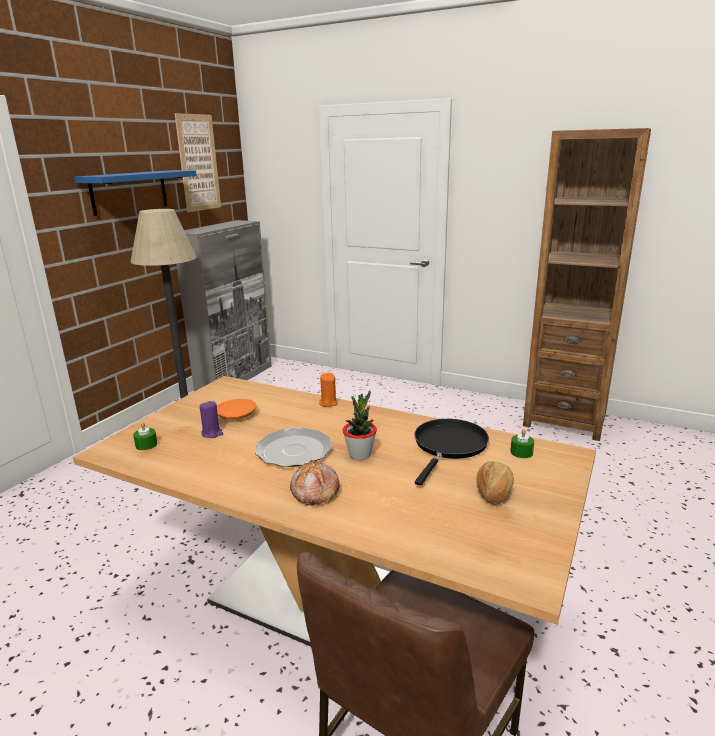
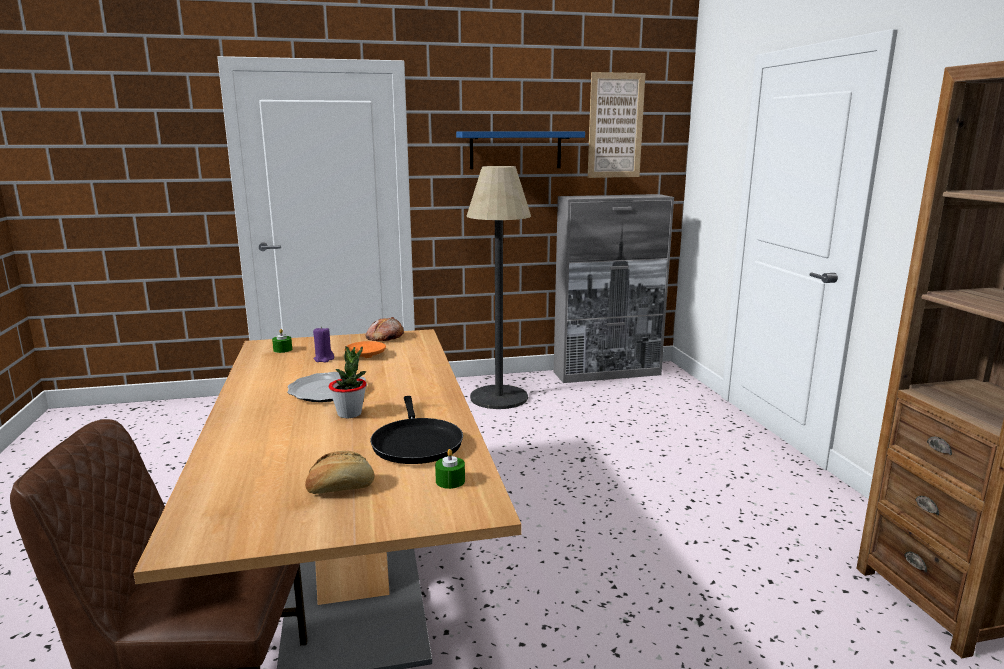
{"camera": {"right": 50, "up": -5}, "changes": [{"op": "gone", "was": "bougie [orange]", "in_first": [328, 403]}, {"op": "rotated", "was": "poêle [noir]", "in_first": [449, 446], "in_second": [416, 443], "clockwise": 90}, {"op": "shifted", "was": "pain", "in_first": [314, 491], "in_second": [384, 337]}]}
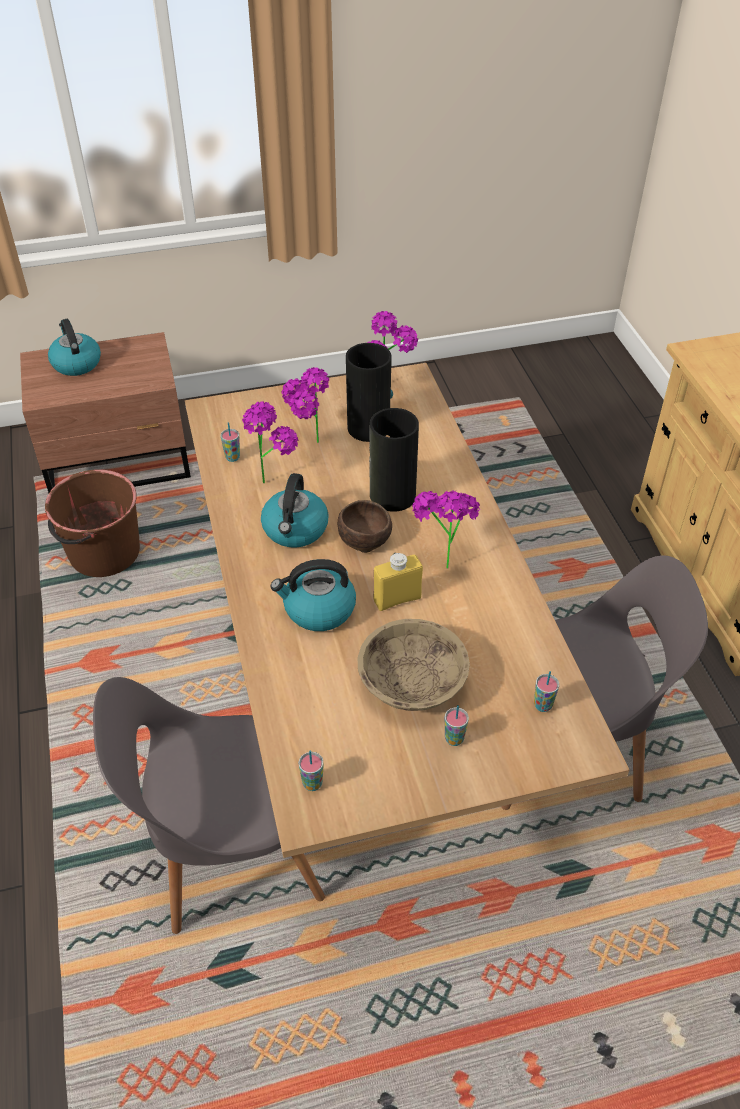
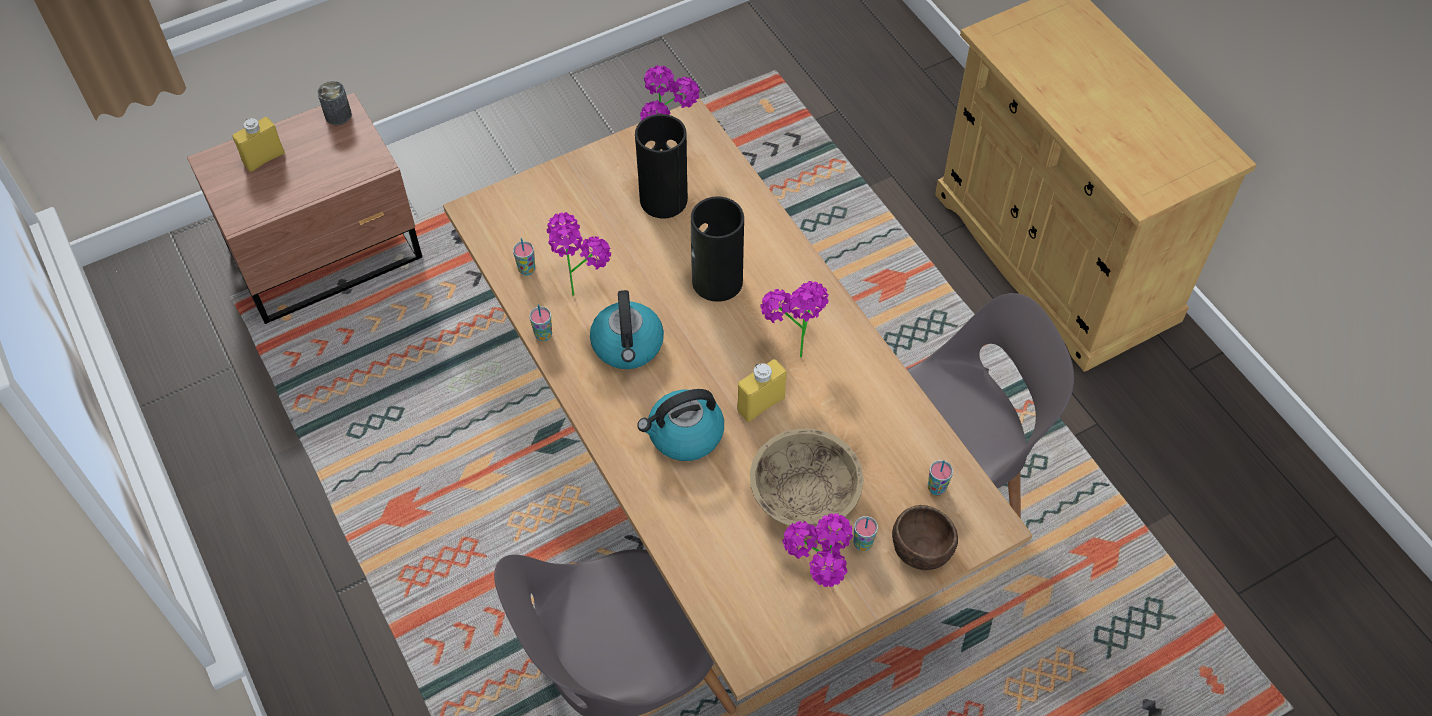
{"camera": {"right": -15, "up": 10}, "changes": [{"op": "swapped", "was": "bouilloire", "now": "bouteille [jaune]", "in_first": [76, 363], "in_second": [264, 159]}, {"op": "shifted", "was": "plante en pot", "in_first": [307, 446], "in_second": [816, 586]}, {"op": "gone", "was": "seau [marron]", "in_first": [103, 553]}, {"op": "shifted", "was": "bol [marron]", "in_first": [365, 537], "in_second": [921, 546]}, {"op": "shifted", "was": "tasse", "in_first": [312, 783], "in_second": [543, 335]}, {"op": "new", "now": "boîte métallique", "in_second": [338, 115]}]}
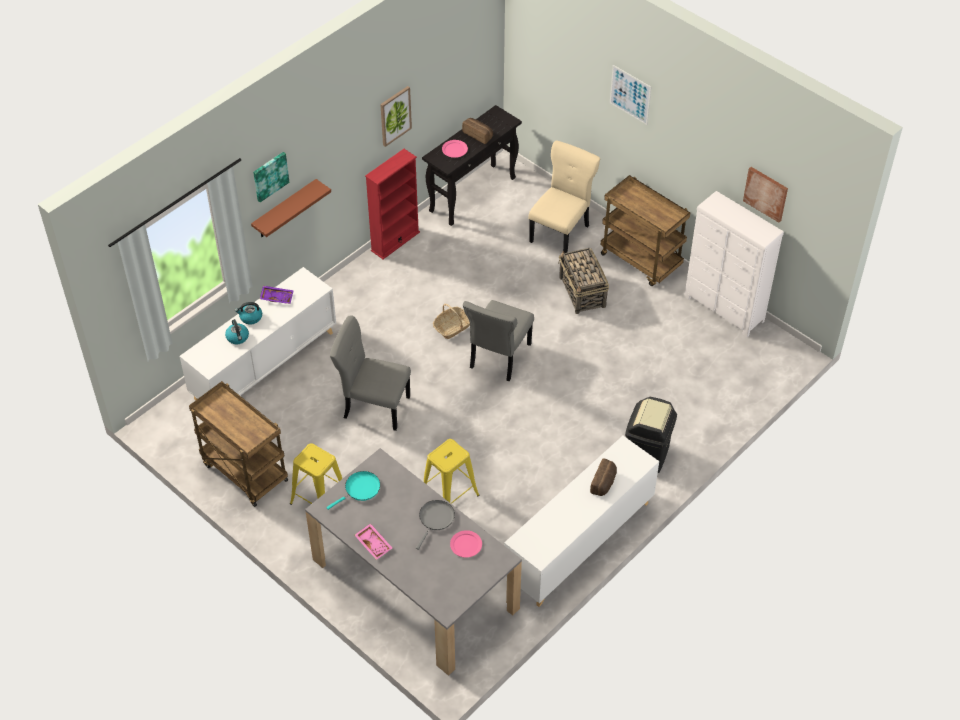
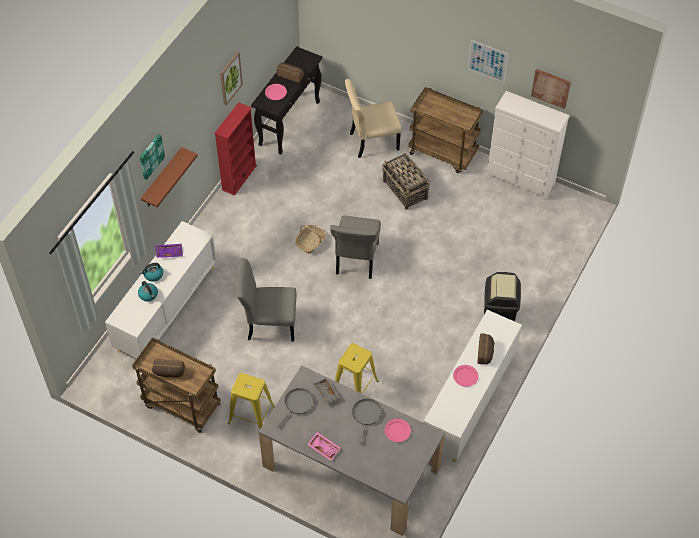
{"camera": {"right": -15, "up": 5}, "changes": [{"op": "shifted", "was": "tableau", "in_first": [630, 94], "in_second": [487, 61]}, {"op": "rotated", "was": "chaise [beige]", "in_first": [561, 232], "in_second": [372, 141], "clockwise": -120}, {"op": "repainted", "was": "poêle [turquoise]", "now": "poêle [gris]", "in_first": [360, 489], "in_second": [297, 404]}, {"op": "new", "now": "pain", "in_second": [169, 373]}, {"op": "new", "now": "assiette [rose]", "in_second": [465, 376]}, {"op": "new", "now": "plateau [gris]", "in_second": [325, 393]}]}
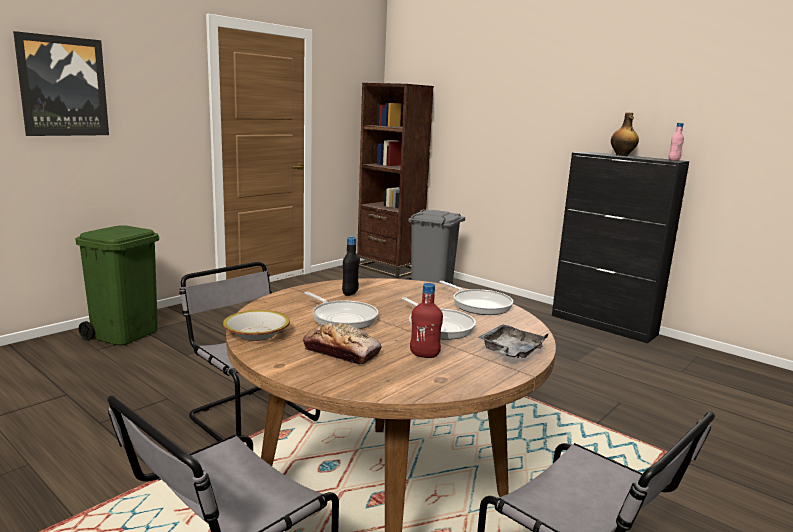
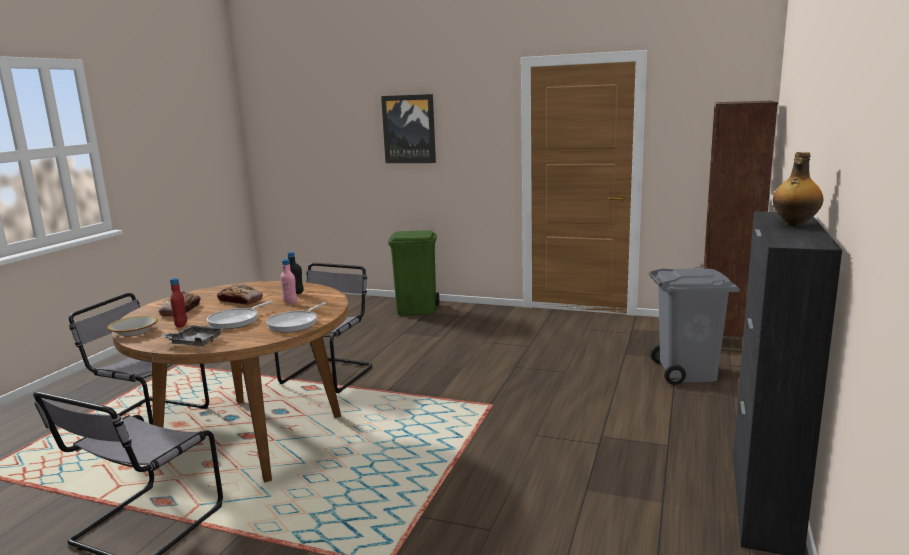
{"camera": {"right": 70, "up": 0}, "changes": [{"op": "shifted", "was": "bouteille [rose]", "in_first": [673, 160], "in_second": [290, 302]}, {"op": "swapped", "was": "poêle", "now": "pain", "in_first": [342, 318], "in_second": [240, 300]}, {"op": "shifted", "was": "bol", "in_first": [257, 334], "in_second": [134, 332]}]}
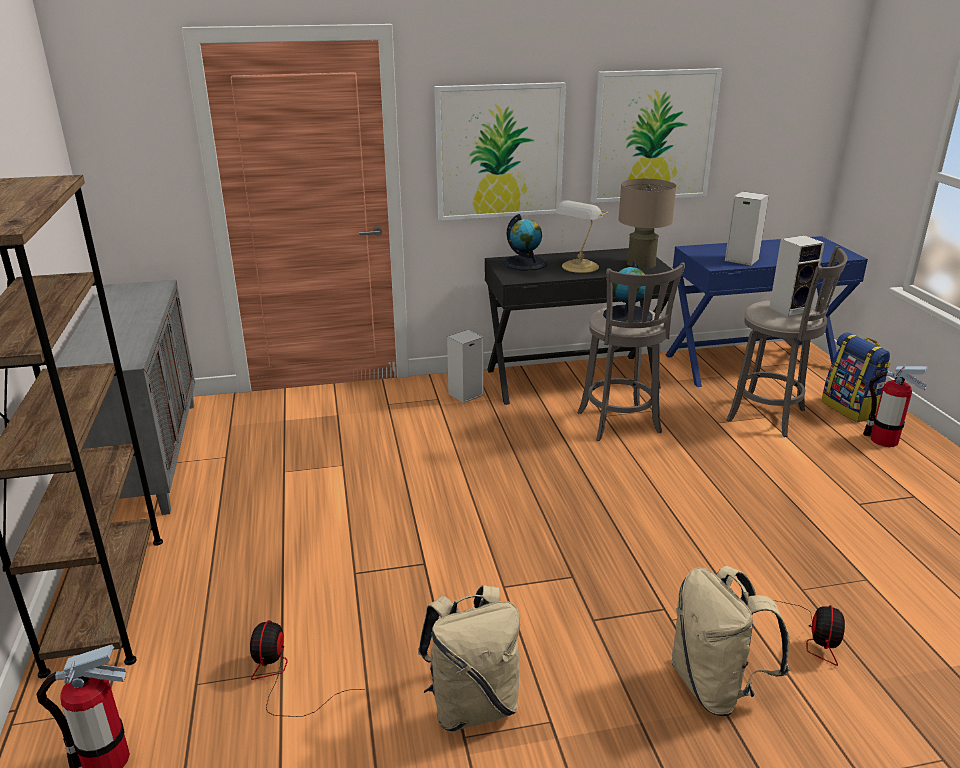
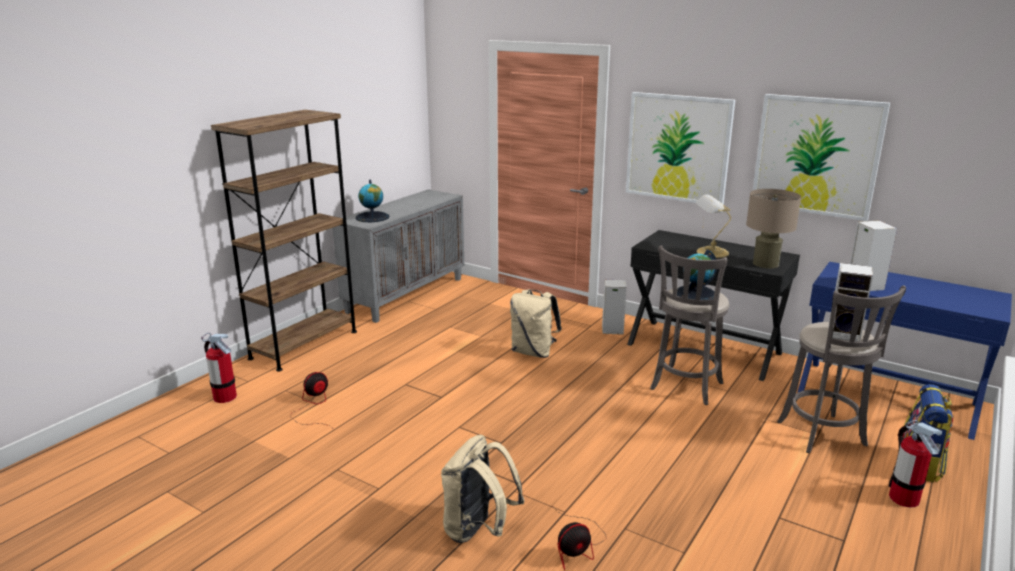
{"camera": {"right": 45, "up": -5}, "changes": [{"op": "shifted", "was": "globe", "in_first": [525, 263], "in_second": [372, 217]}, {"op": "shifted", "was": "sac à dos [beige]", "in_first": [472, 705], "in_second": [533, 352]}]}
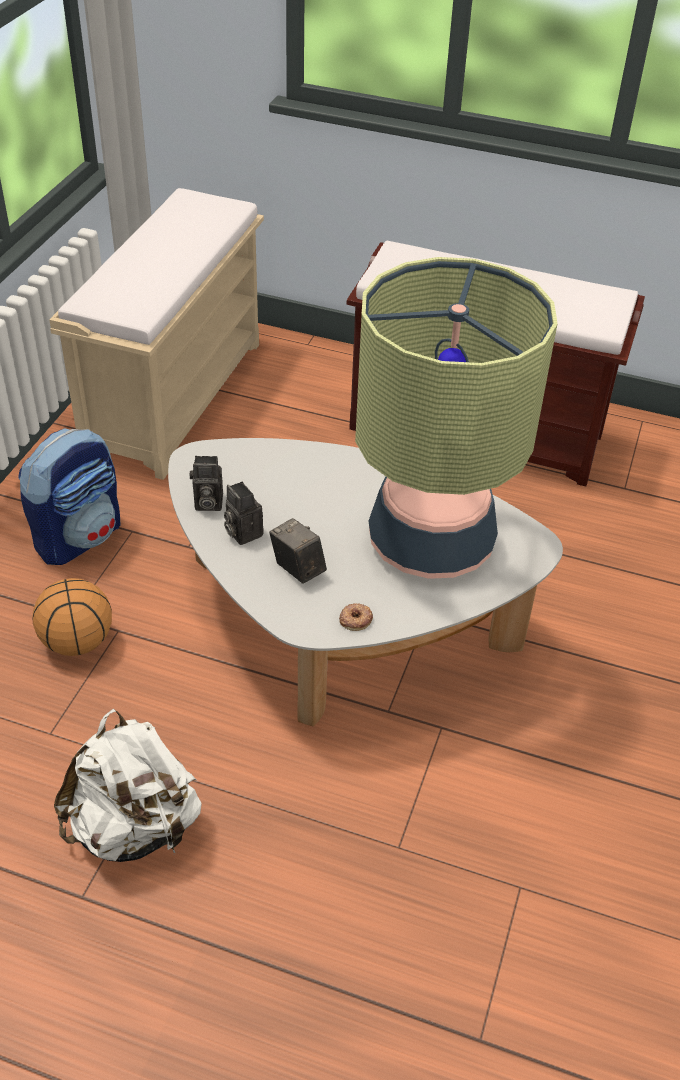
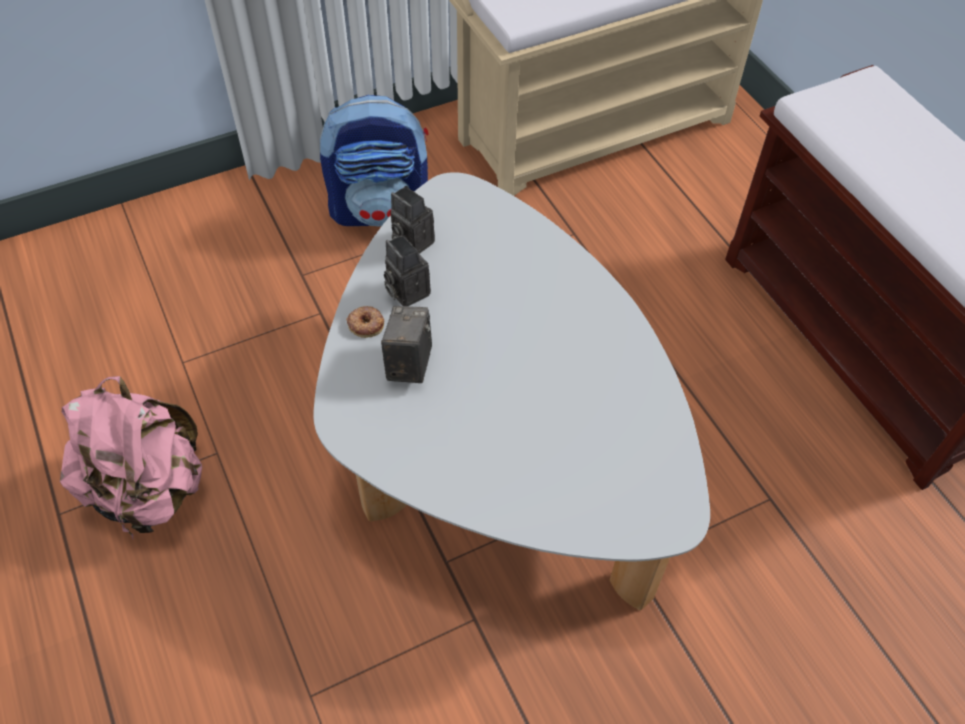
{"camera": {"right": 45, "up": 10}, "changes": [{"op": "gone", "was": "lampe de table", "in_first": [430, 542]}, {"op": "rotated", "was": "appareil photo", "in_first": [242, 532], "in_second": [405, 291], "clockwise": -45}, {"op": "gone", "was": "ballon de basket", "in_first": [78, 641]}, {"op": "shifted", "was": "beignet", "in_first": [355, 619], "in_second": [366, 324]}, {"op": "repainted", "was": "sac à dos [blanc]", "now": "sac à dos [rose]", "in_first": [134, 828], "in_second": [149, 490]}]}
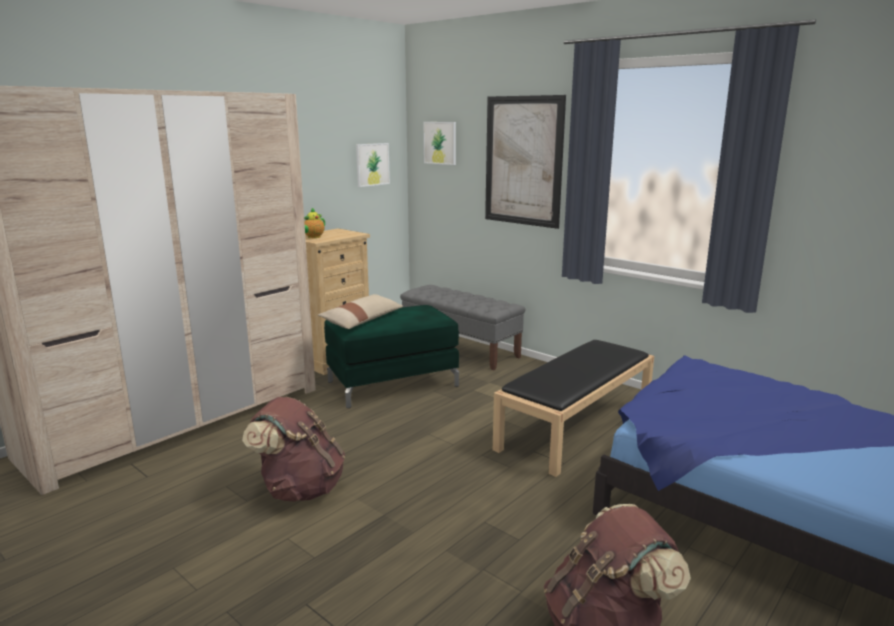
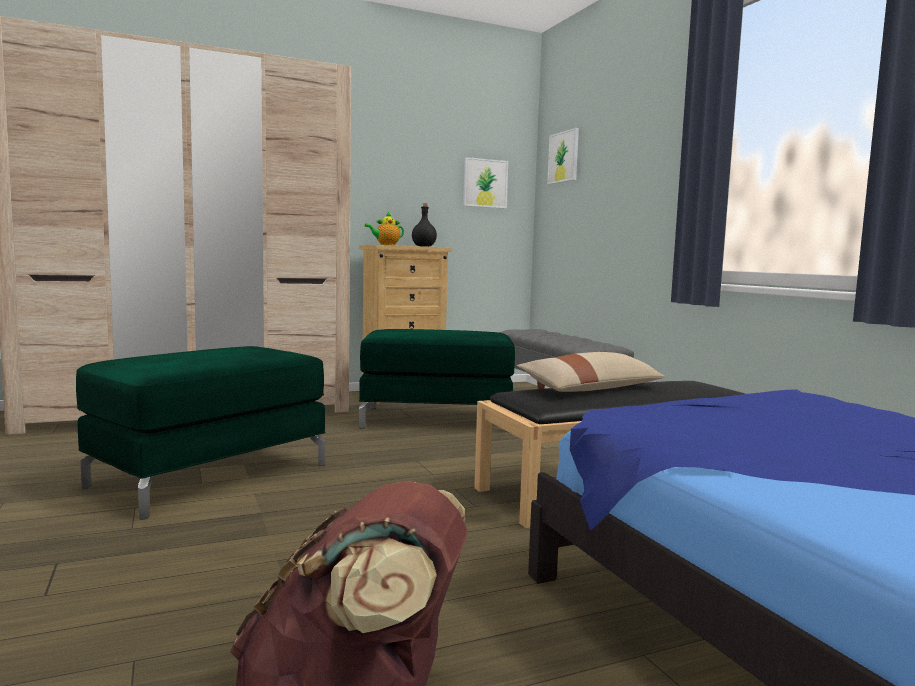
{"camera": {"right": 25, "up": -10}, "changes": [{"op": "gone", "was": "tableau", "in_first": [523, 161]}, {"op": "shifted", "was": "coussin [beige]", "in_first": [362, 320], "in_second": [590, 388]}, {"op": "swapped", "was": "sac à dos [marron]", "now": "pouf [vert]", "in_first": [299, 489], "in_second": [211, 474]}, {"op": "new", "now": "bouteille [noir]", "in_second": [424, 246]}]}
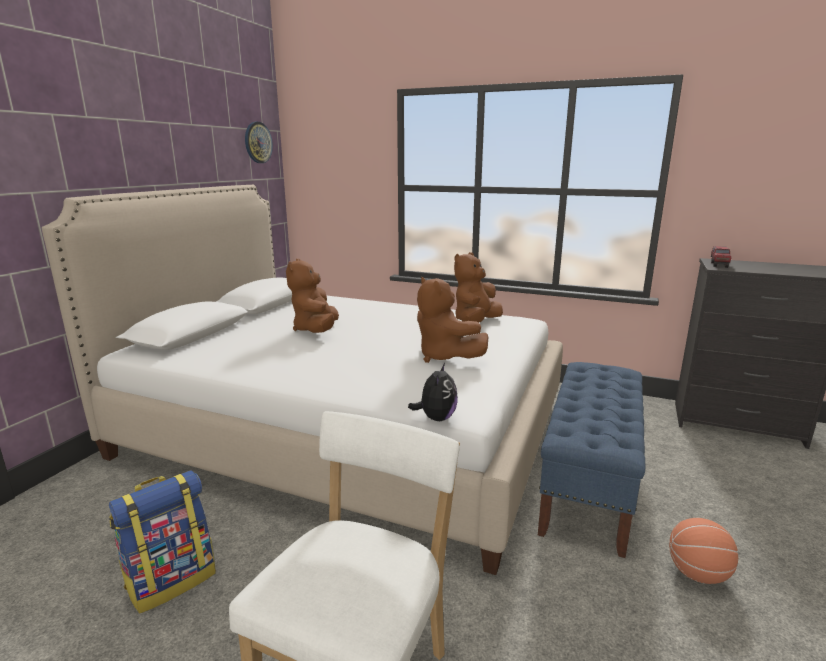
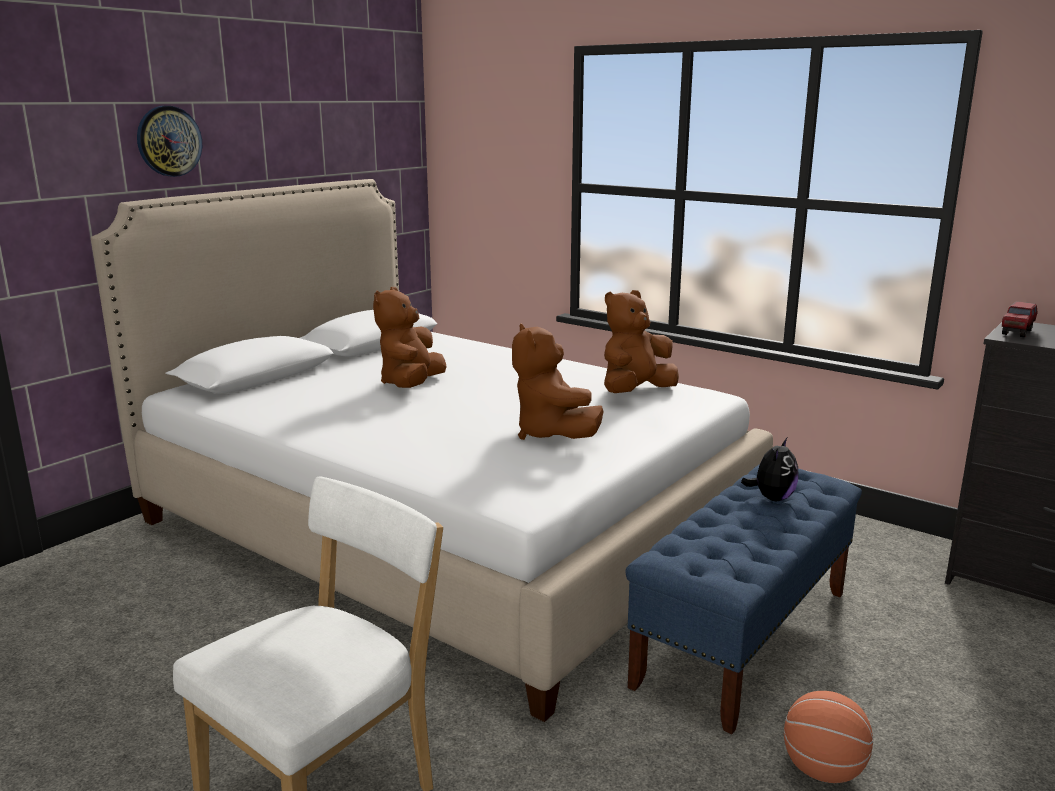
{"camera": {"right": 15, "up": 0}, "changes": [{"op": "shifted", "was": "horloge murale", "in_first": [258, 142], "in_second": [169, 141]}, {"op": "shifted", "was": "peluche", "in_first": [436, 418], "in_second": [772, 498]}, {"op": "gone", "was": "sac à dos", "in_first": [172, 579]}]}
